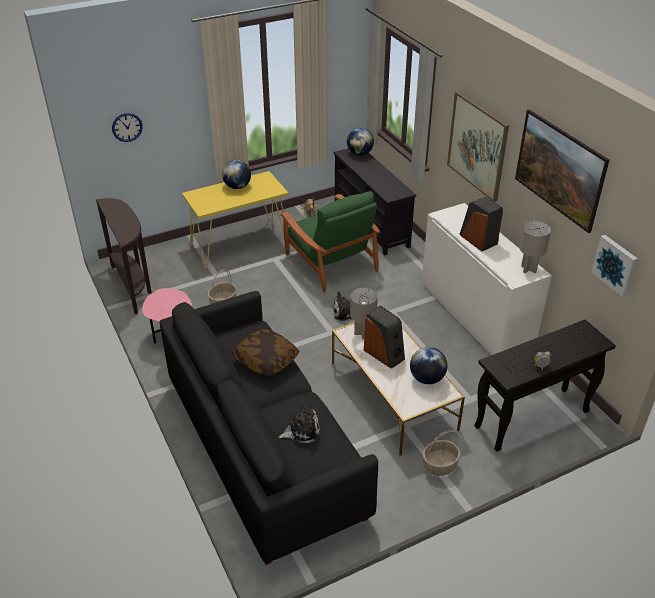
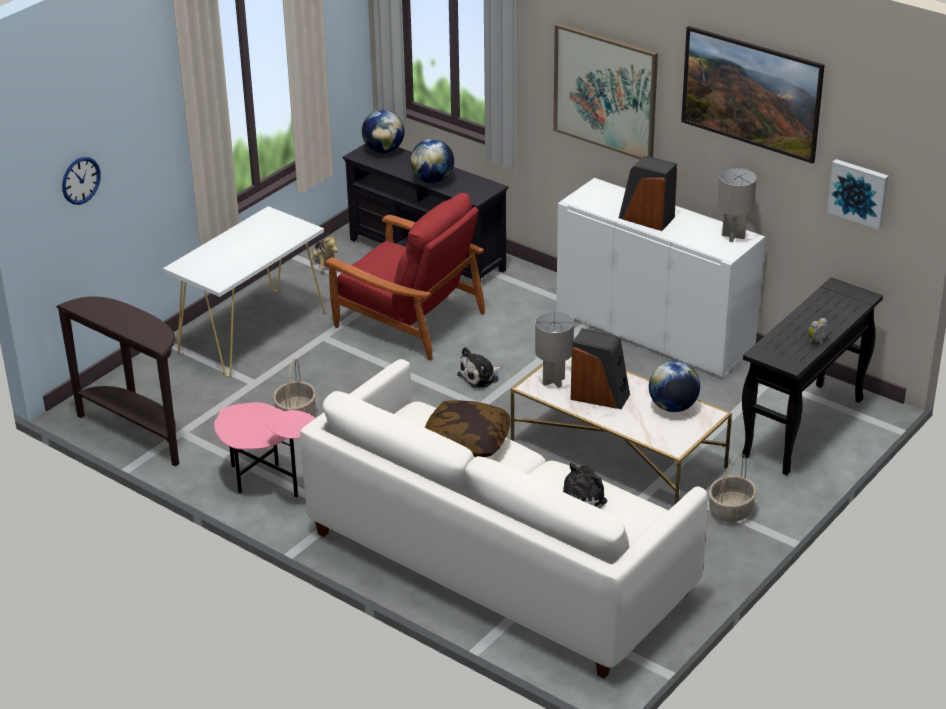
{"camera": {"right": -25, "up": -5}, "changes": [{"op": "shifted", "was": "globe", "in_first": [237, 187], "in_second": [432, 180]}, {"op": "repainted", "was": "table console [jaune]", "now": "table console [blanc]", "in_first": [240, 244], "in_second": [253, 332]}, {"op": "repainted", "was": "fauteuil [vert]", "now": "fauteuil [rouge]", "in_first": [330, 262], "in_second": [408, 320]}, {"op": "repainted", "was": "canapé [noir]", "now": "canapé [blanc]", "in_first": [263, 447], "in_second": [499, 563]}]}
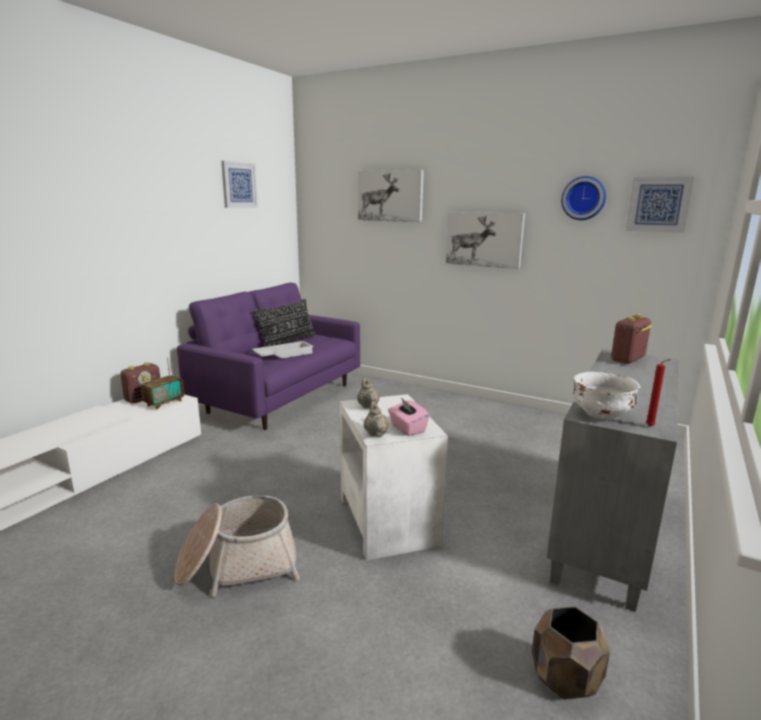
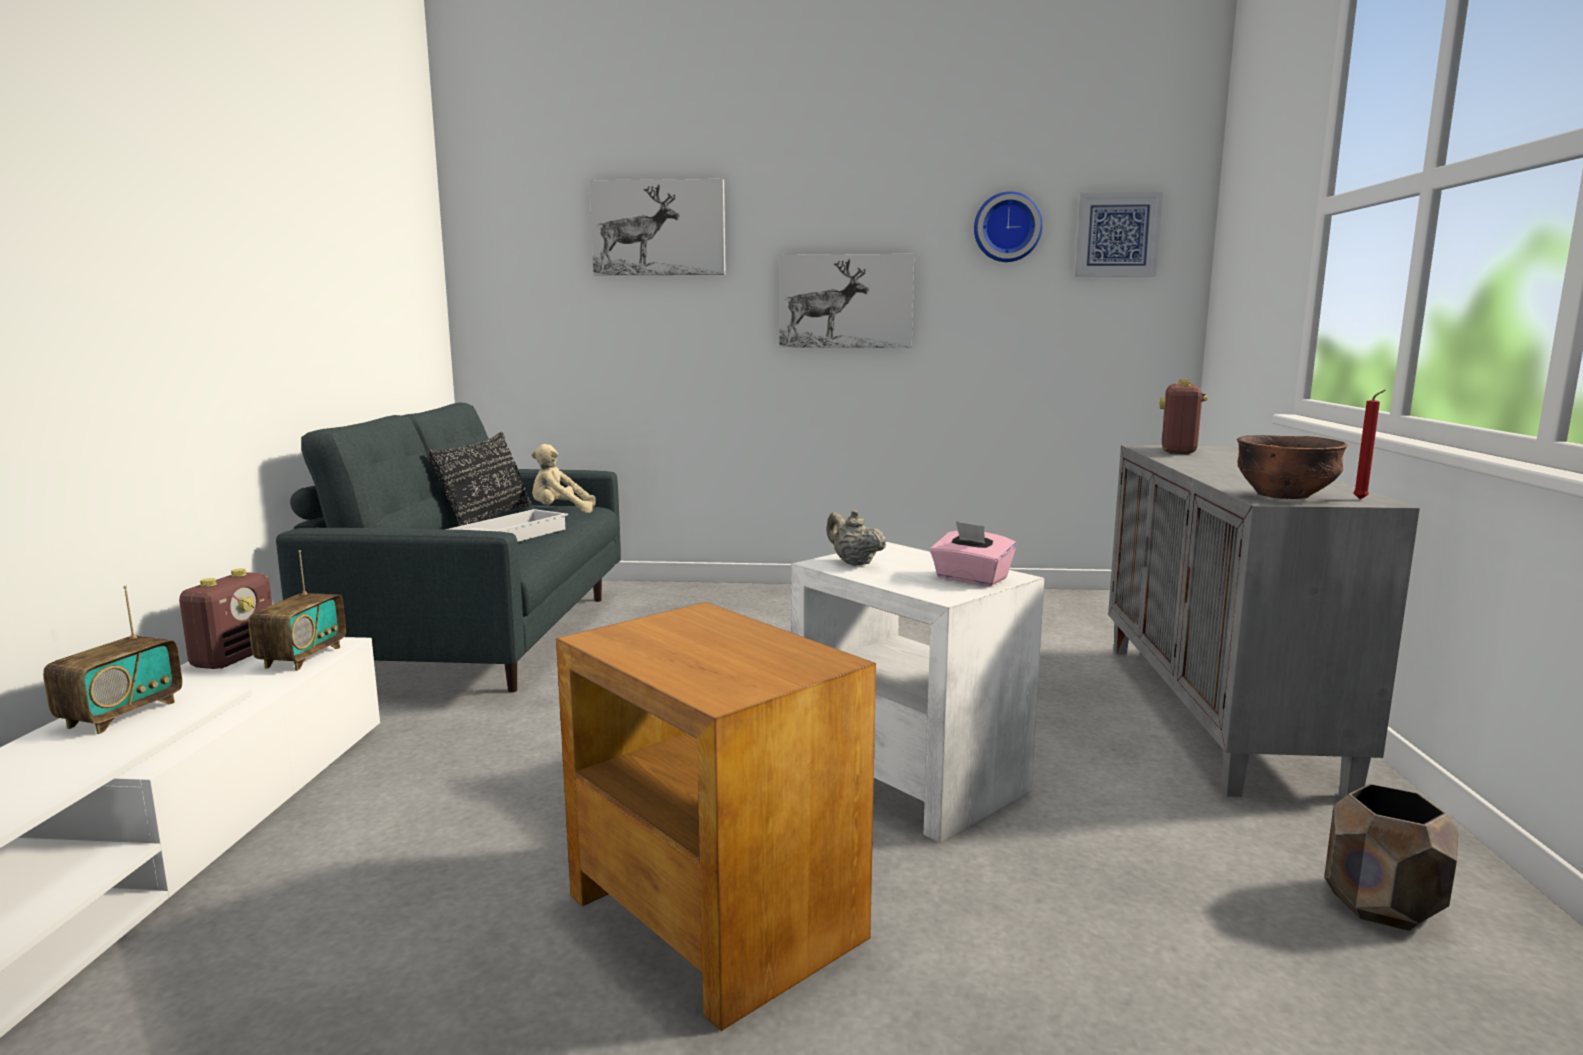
{"camera": {"right": -25, "up": -5}, "changes": [{"op": "gone", "was": "tableau", "in_first": [239, 185]}, {"op": "repainted", "was": "canapé [violet]", "now": "canapé [gris]", "in_first": [280, 397], "in_second": [487, 636]}, {"op": "repainted", "was": "bol [blanc]", "now": "bol [marron]", "in_first": [602, 415], "in_second": [1285, 497]}, {"op": "gone", "was": "théière [beige]", "in_first": [375, 434]}, {"op": "swapped", "was": "panier", "now": "table d'appoint [marron]", "in_first": [238, 563], "in_second": [715, 914]}, {"op": "new", "now": "peluche [beige]", "in_second": [560, 512]}, {"op": "new", "now": "radio", "in_second": [121, 715]}]}
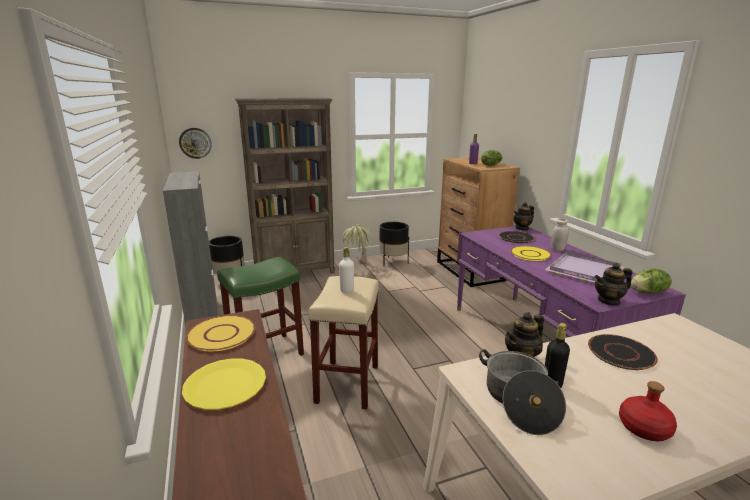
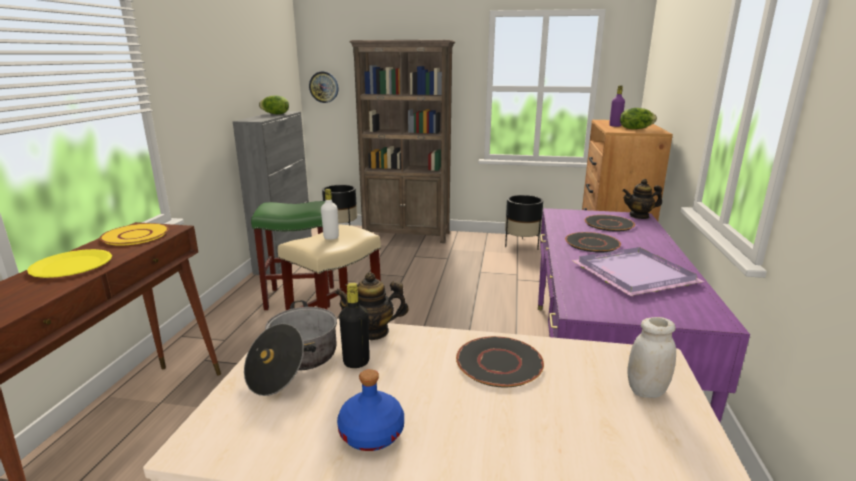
{"camera": {"right": 30, "up": 0}, "changes": [{"op": "shifted", "was": "bocal [blanc]", "in_first": [557, 249], "in_second": [646, 391]}, {"op": "gone", "was": "plante en pot", "in_first": [357, 265]}, {"op": "repainted", "was": "assiette [jaune]", "now": "assiette [noir]", "in_first": [530, 254], "in_second": [592, 243]}, {"op": "gone", "was": "théière", "in_first": [609, 301]}, {"op": "shifted", "was": "laitue", "in_first": [648, 292], "in_second": [275, 114]}, {"op": "repainted", "was": "bouteille [rouge]", "now": "bouteille [bleu]", "in_first": [644, 428], "in_second": [372, 433]}]}
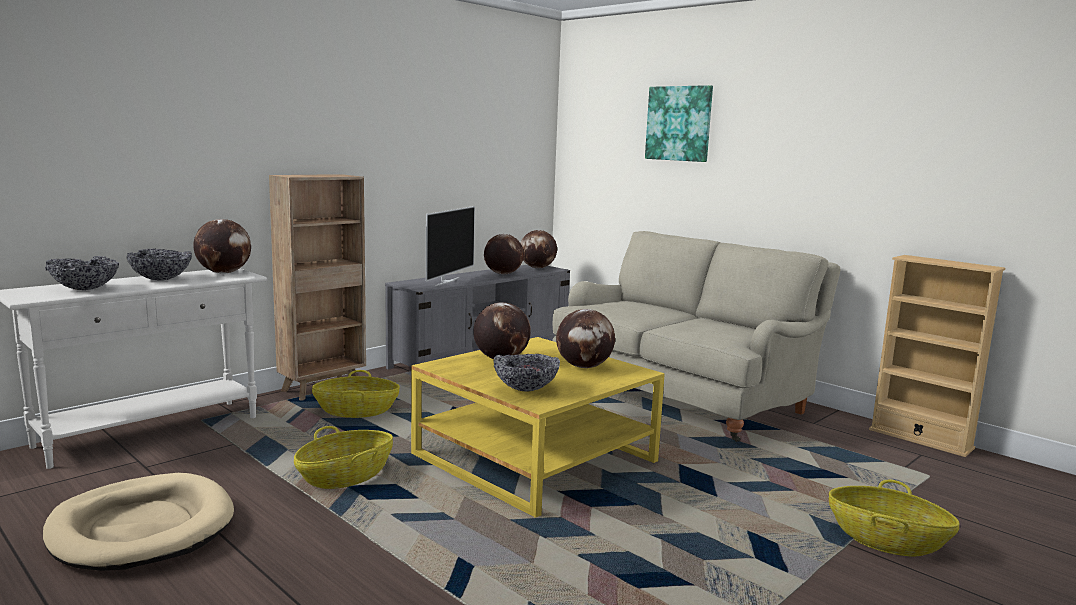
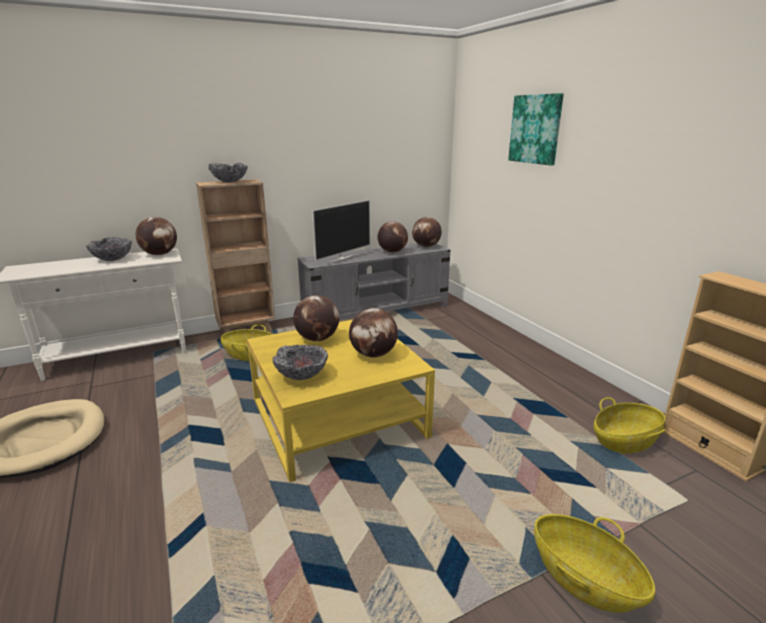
{"camera": {"right": 20, "up": 10}, "changes": [{"op": "gone", "was": "canapé [beige]", "in_first": [683, 396]}, {"op": "shifted", "was": "bol", "in_first": [86, 289], "in_second": [230, 182]}, {"op": "shifted", "was": "panier", "in_first": [345, 477], "in_second": [625, 441]}]}
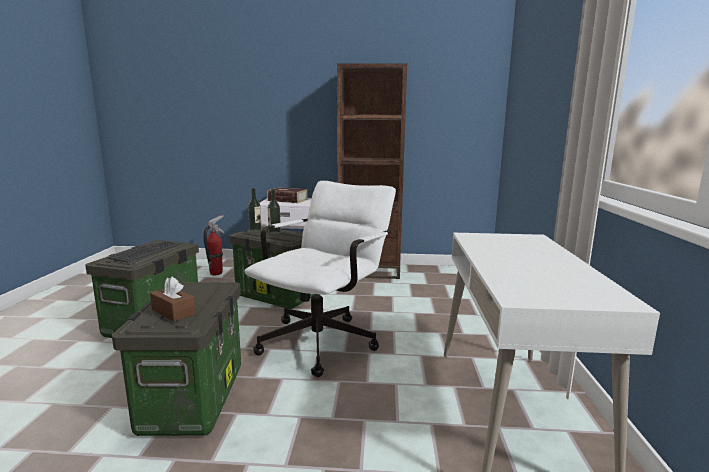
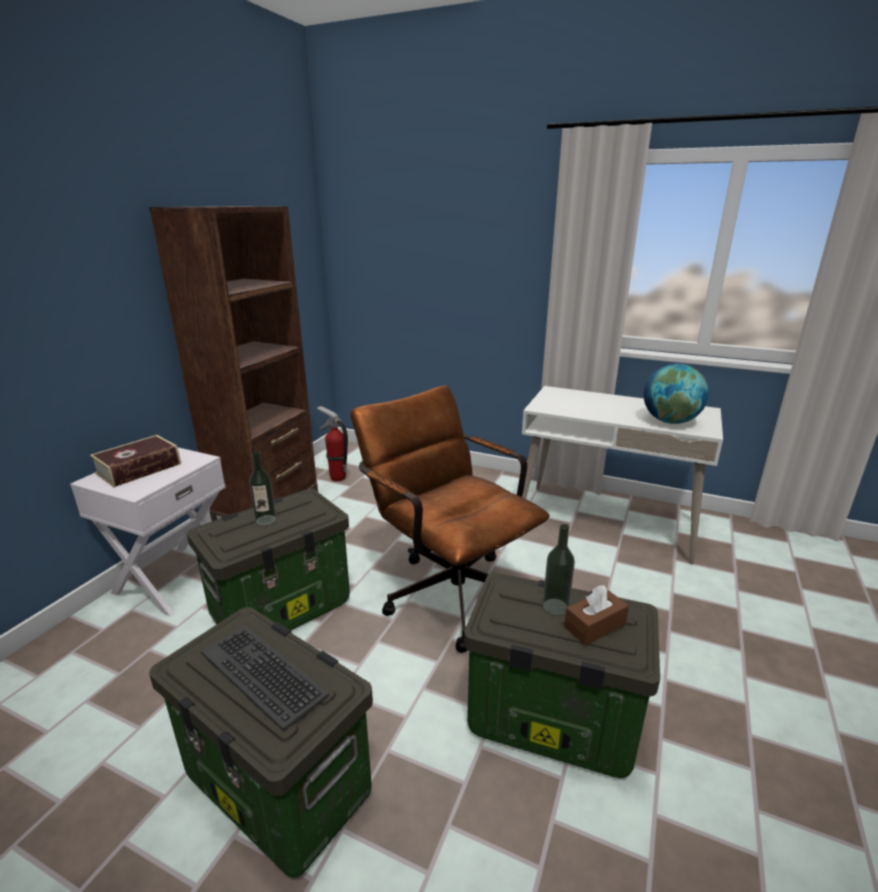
{"camera": {"right": -70, "up": 10}, "changes": [{"op": "repainted", "was": "chaise de bureau [blanc]", "now": "chaise de bureau [marron]", "in_first": [324, 339], "in_second": [448, 589]}, {"op": "shifted", "was": "bouteille", "in_first": [255, 230], "in_second": [555, 607]}, {"op": "shifted", "was": "extincteur", "in_first": [216, 273], "in_second": [337, 478]}, {"op": "new", "now": "globe", "in_second": [670, 421]}]}
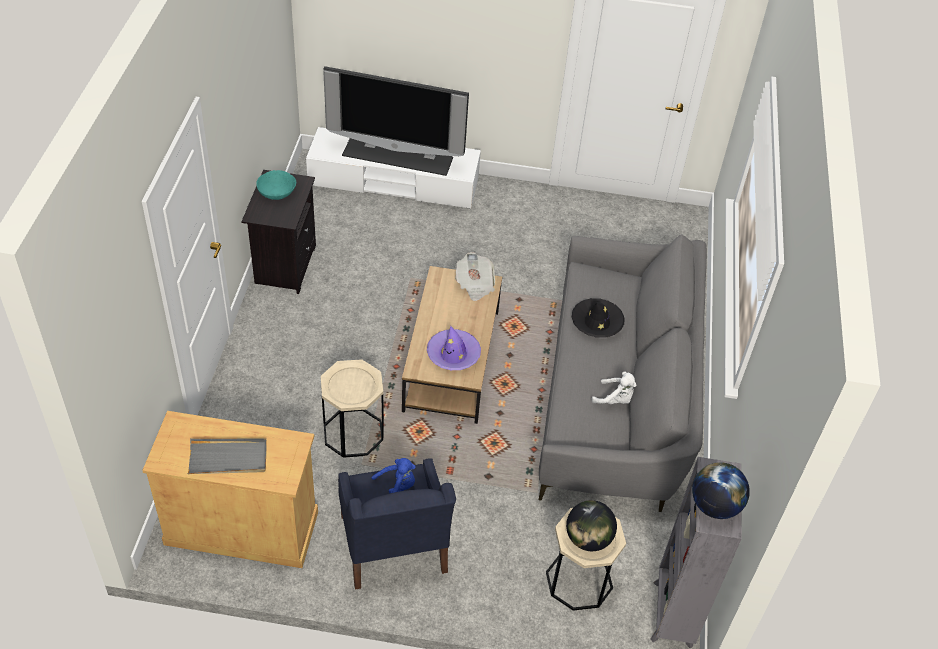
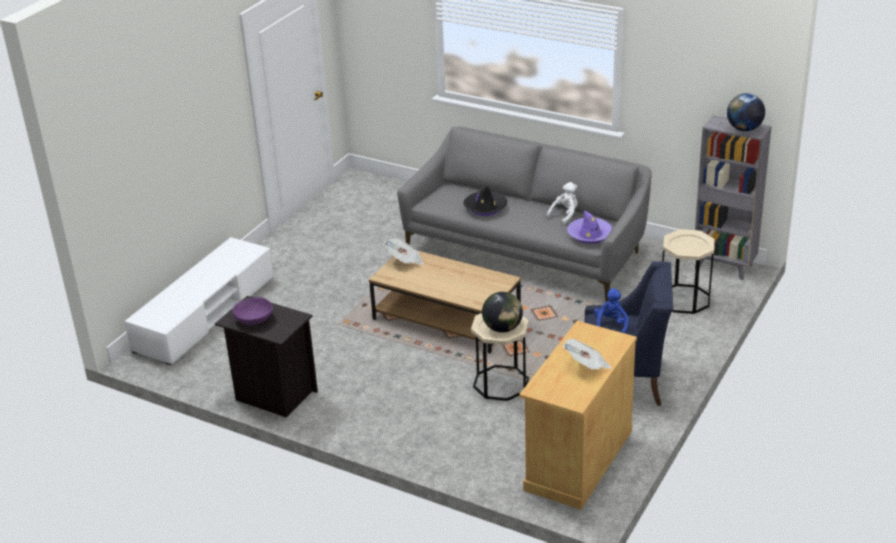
{"camera": {"right": -65, "up": -15}, "changes": [{"op": "gone", "was": "téléviseur", "in_first": [398, 155]}, {"op": "repainted", "was": "bol [turquoise]", "now": "bol [violet]", "in_first": [276, 192], "in_second": [254, 319]}, {"op": "shifted", "was": "chapeau [violet]", "in_first": [453, 354], "in_second": [590, 235]}, {"op": "swapped", "was": "plateau [gris]", "now": "journal", "in_first": [228, 458], "in_second": [587, 365]}, {"op": "shifted", "was": "globe", "in_first": [588, 539], "in_second": [502, 328]}]}
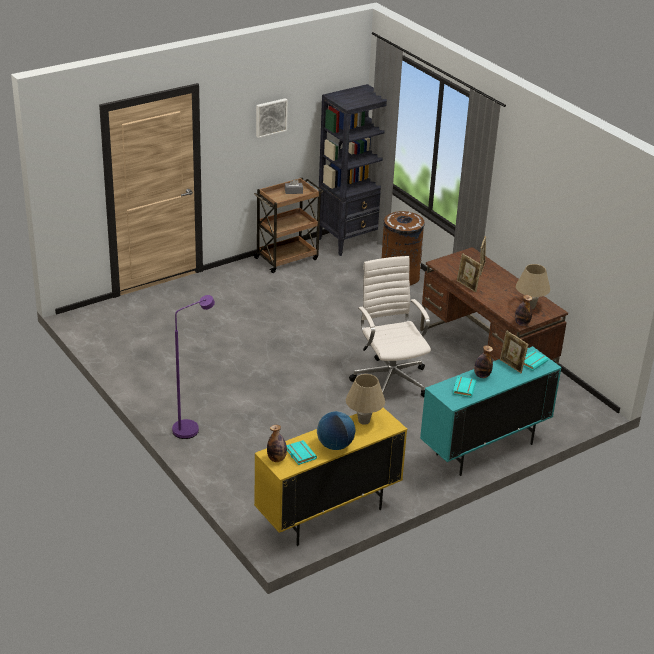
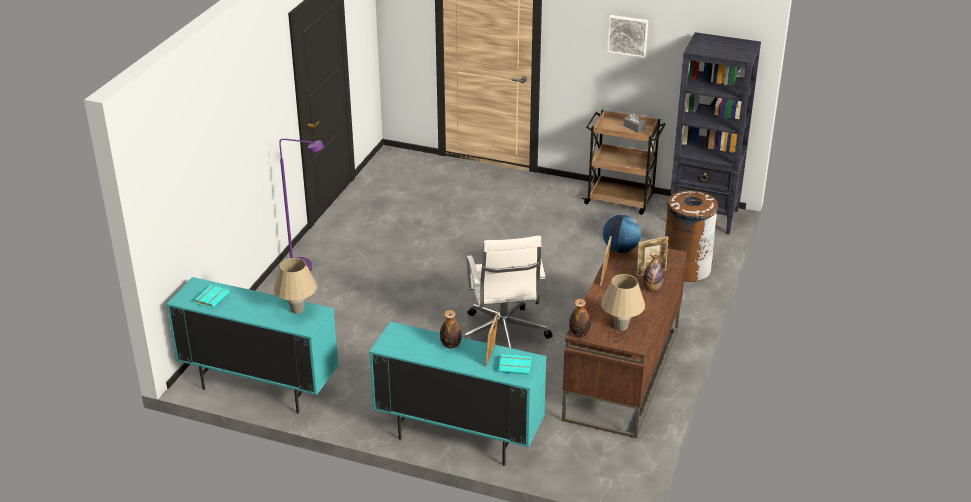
{"camera": {"right": 55, "up": 0}, "changes": [{"op": "rotated", "was": "chaise de bureau [blanc]", "in_first": [390, 379], "in_second": [503, 335], "clockwise": 135}, {"op": "gone", "was": "livre [turquoise]", "in_first": [463, 388]}, {"op": "repainted", "was": "meuble de rangement [jaune]", "now": "meuble de rangement [turquoise]", "in_first": [328, 515], "in_second": [260, 388]}, {"op": "shifted", "was": "globe", "in_first": [335, 445], "in_second": [620, 249]}, {"op": "shifted", "was": "bouteille", "in_first": [276, 459], "in_second": [652, 288]}]}
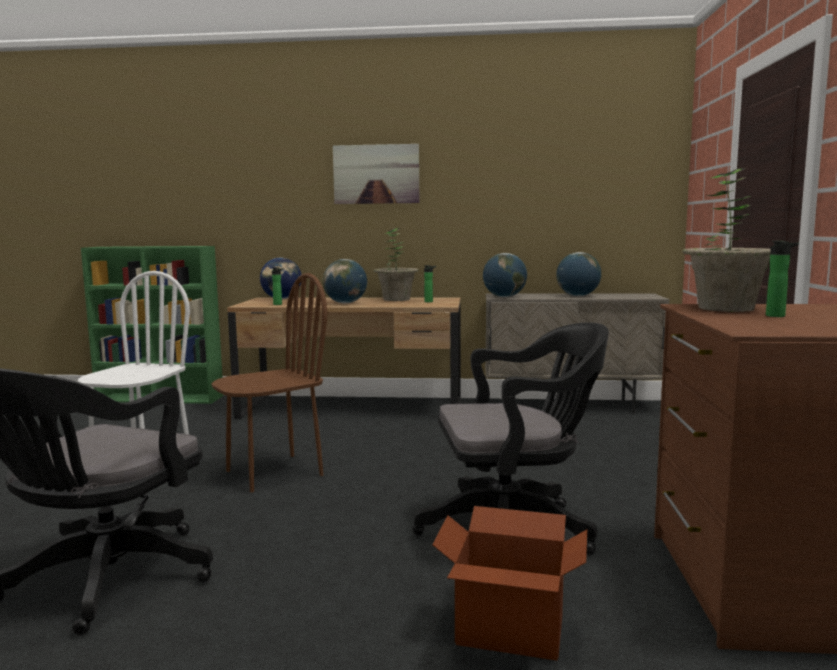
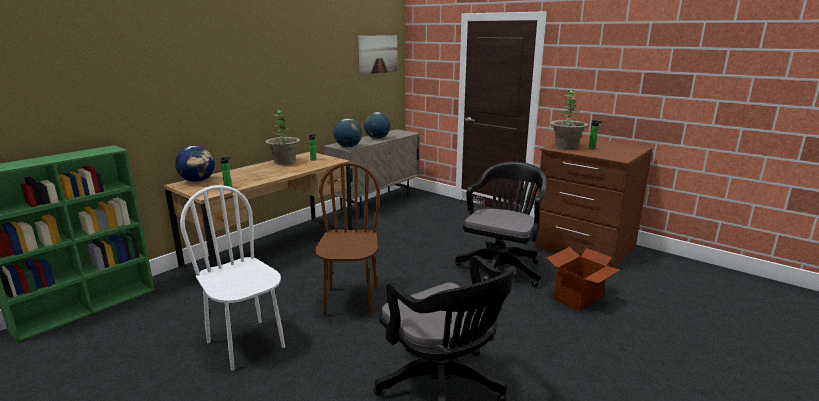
{"camera": {"right": -55, "up": 10}, "changes": [{"op": "shifted", "was": "tableau", "in_first": [376, 174], "in_second": [378, 54]}, {"op": "gone", "was": "globe", "in_first": [345, 303]}]}
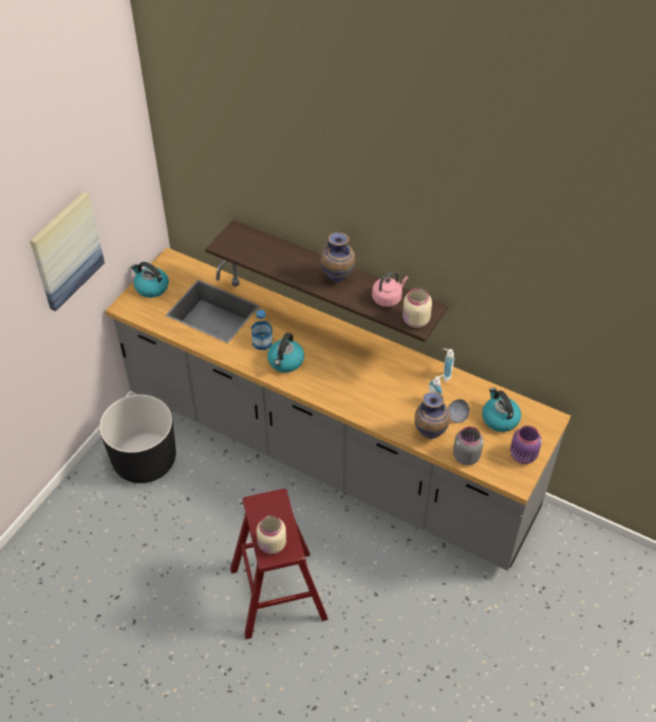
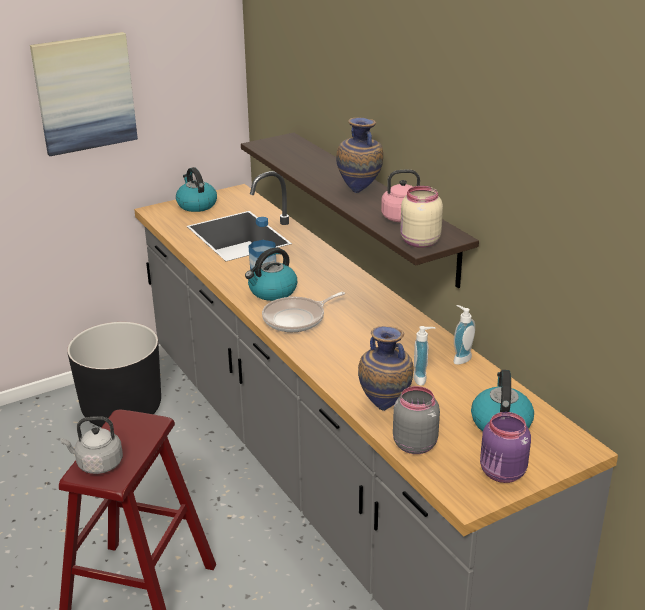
{"camera": {"right": 30, "up": -20}, "changes": [{"op": "gone", "was": "bol", "in_first": [457, 416]}, {"op": "swapped", "was": "bocal [beige]", "now": "bouilloire [gris]", "in_first": [272, 545], "in_second": [97, 464]}, {"op": "new", "now": "poêle", "in_second": [297, 318]}]}
